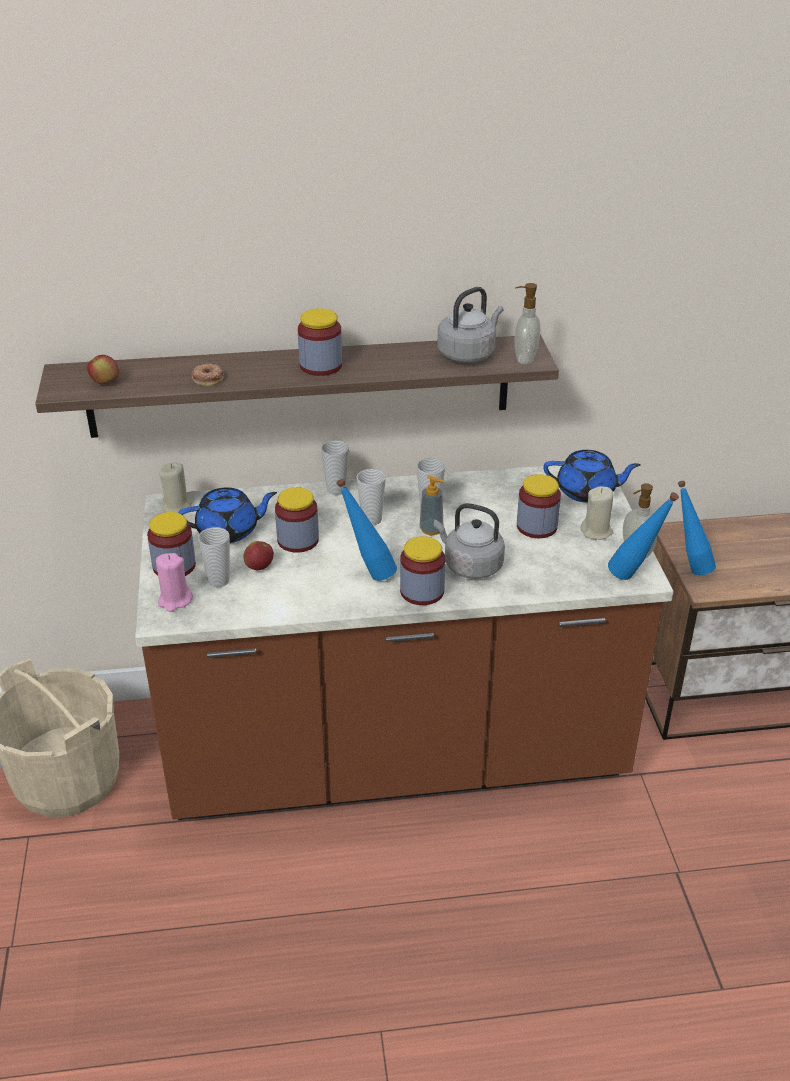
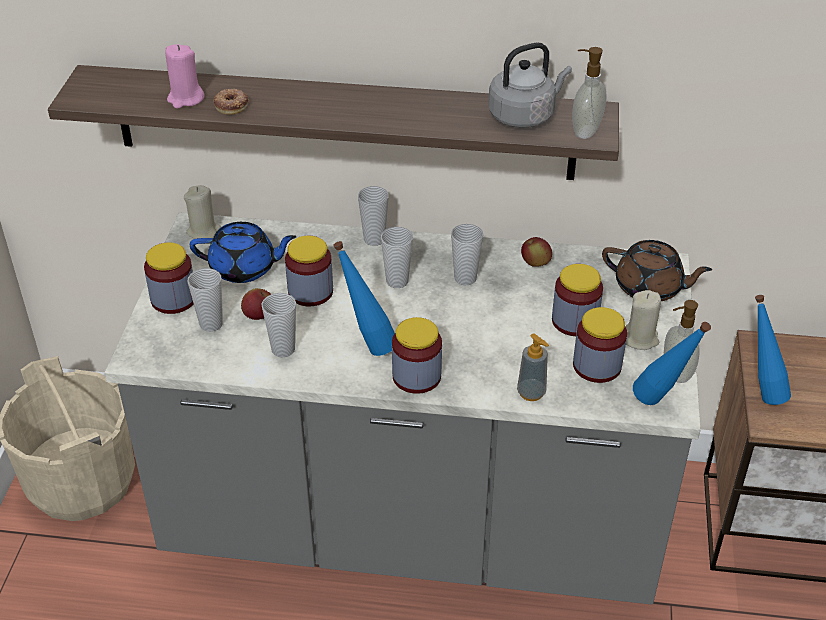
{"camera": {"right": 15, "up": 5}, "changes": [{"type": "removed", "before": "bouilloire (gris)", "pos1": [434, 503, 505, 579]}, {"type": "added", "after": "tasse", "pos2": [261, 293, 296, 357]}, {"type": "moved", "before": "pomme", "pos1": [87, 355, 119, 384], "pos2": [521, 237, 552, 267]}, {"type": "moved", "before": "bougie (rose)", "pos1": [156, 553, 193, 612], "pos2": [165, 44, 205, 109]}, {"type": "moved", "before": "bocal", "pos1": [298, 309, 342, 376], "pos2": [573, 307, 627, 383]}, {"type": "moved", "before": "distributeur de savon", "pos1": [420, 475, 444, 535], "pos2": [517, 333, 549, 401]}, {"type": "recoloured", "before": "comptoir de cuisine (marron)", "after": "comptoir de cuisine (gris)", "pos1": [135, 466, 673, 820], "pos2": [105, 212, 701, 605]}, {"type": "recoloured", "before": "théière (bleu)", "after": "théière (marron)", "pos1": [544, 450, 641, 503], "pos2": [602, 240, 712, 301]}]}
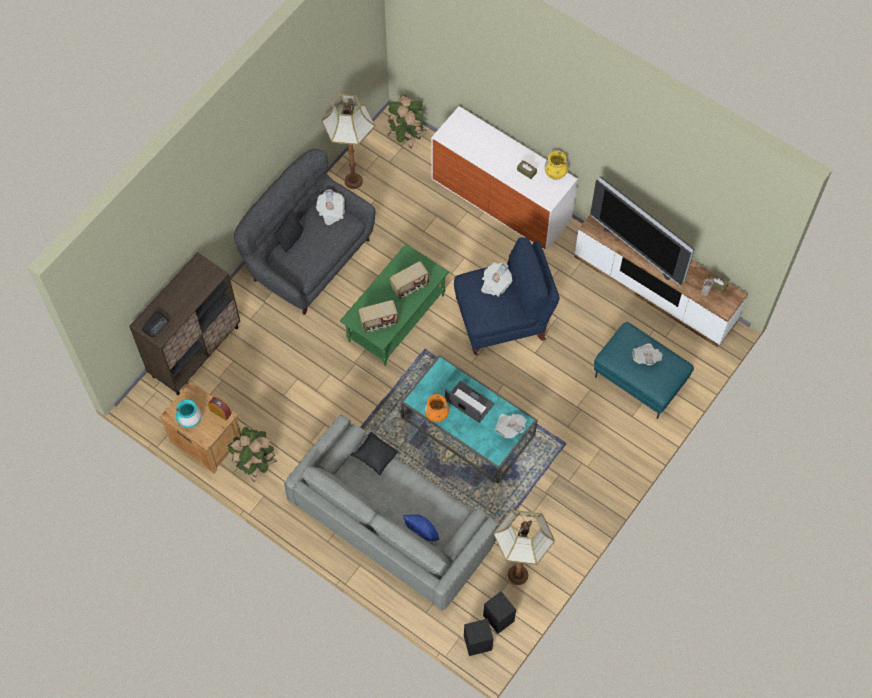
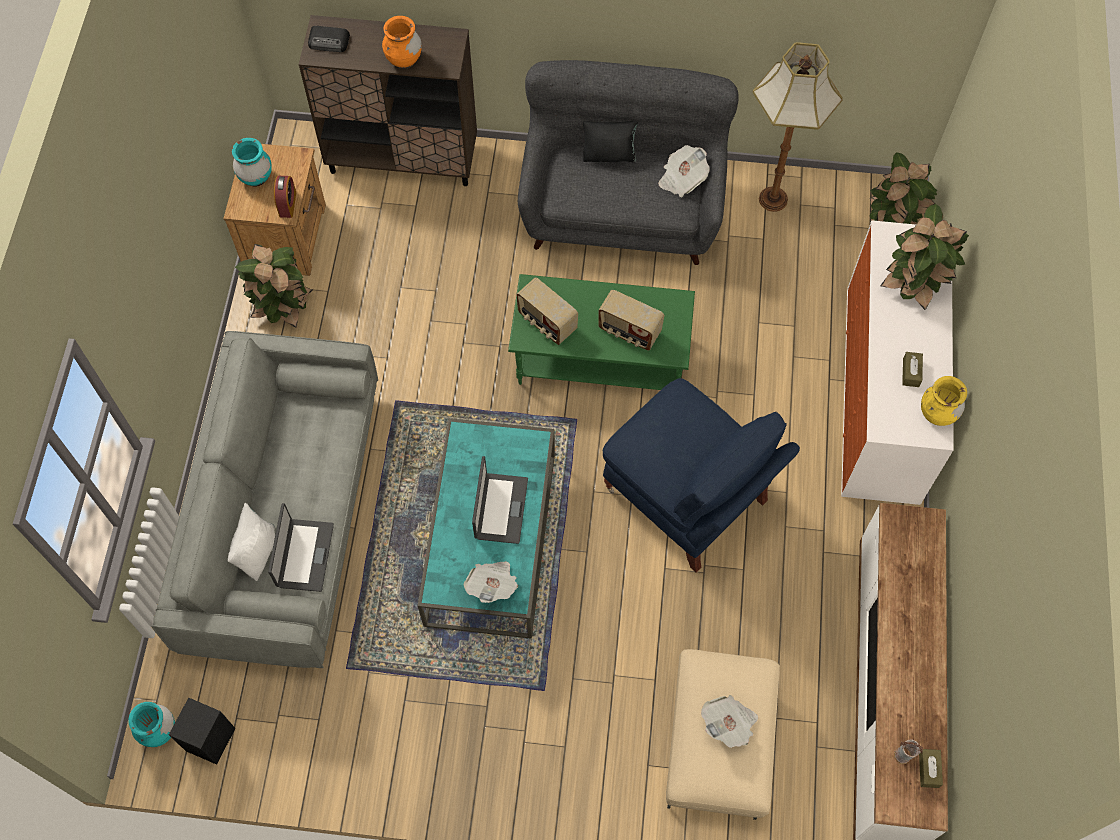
{"camera": {"right": 60, "up": 0}, "changes": [{"type": "removed", "before": "coussin (noir)", "pos1": [351, 431, 398, 476]}, {"type": "removed", "before": "journal", "pos1": [481, 262, 512, 297]}, {"type": "removed", "before": "lampadaire", "pos1": [494, 510, 555, 585]}, {"type": "removed", "before": "téléviseur", "pos1": [590, 176, 694, 286]}, {"type": "added", "after": "ordinateur portable", "pos2": [268, 503, 334, 592]}, {"type": "added", "after": "plante en pot", "pos2": [880, 204, 969, 310]}, {"type": "moved", "before": "vase (orange)", "pos1": [424, 394, 449, 422], "pos2": [382, 16, 422, 69]}, {"type": "replaced", "before": "enceinte (noir)", "after": "vase (turquoise)", "pos1": [464, 618, 493, 656], "pos2": [128, 702, 175, 747]}, {"type": "recoloured", "before": "coussin (bleu)", "after": "coussin (blanc)", "pos1": [403, 514, 439, 541], "pos2": [228, 503, 275, 581]}, {"type": "recoloured", "before": "pouf (turquoise)", "after": "pouf (beige)", "pos1": [594, 322, 694, 419], "pos2": [666, 649, 780, 820]}]}
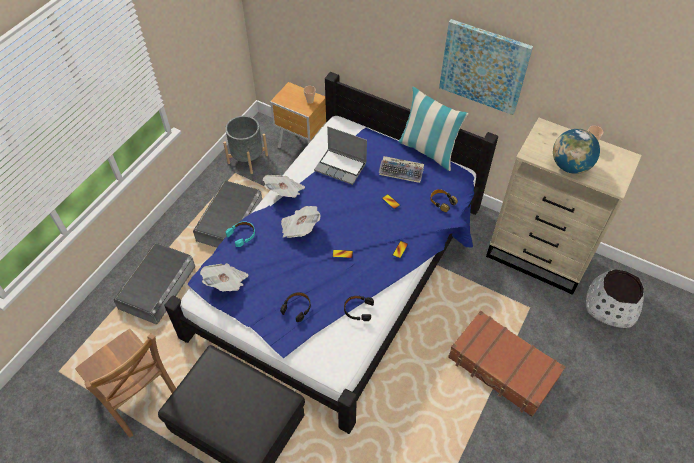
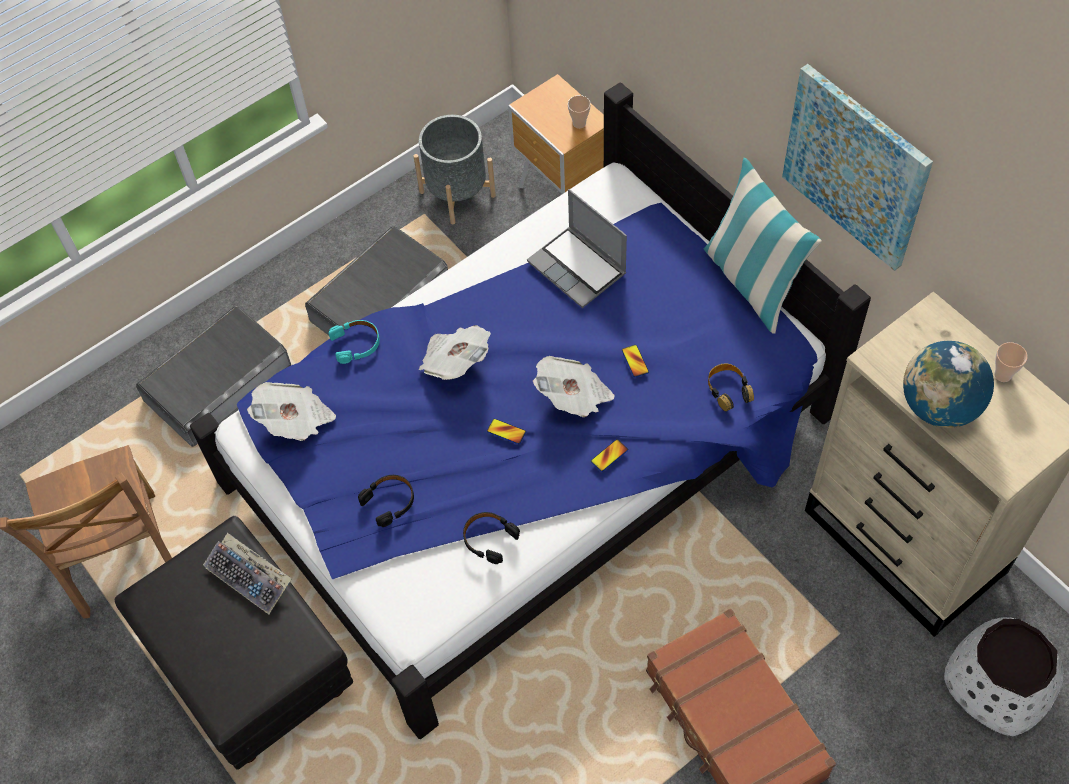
{"camera": {"right": 25, "up": 5}, "changes": [{"type": "moved", "before": "journal", "pos1": [263, 175, 305, 198], "pos2": [533, 356, 614, 417]}, {"type": "moved", "before": "clavier", "pos1": [378, 156, 424, 183], "pos2": [203, 533, 291, 614]}]}
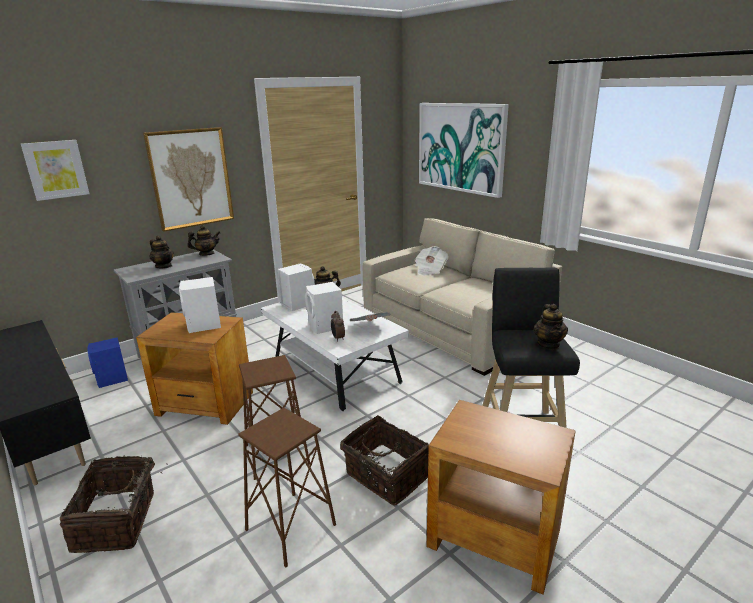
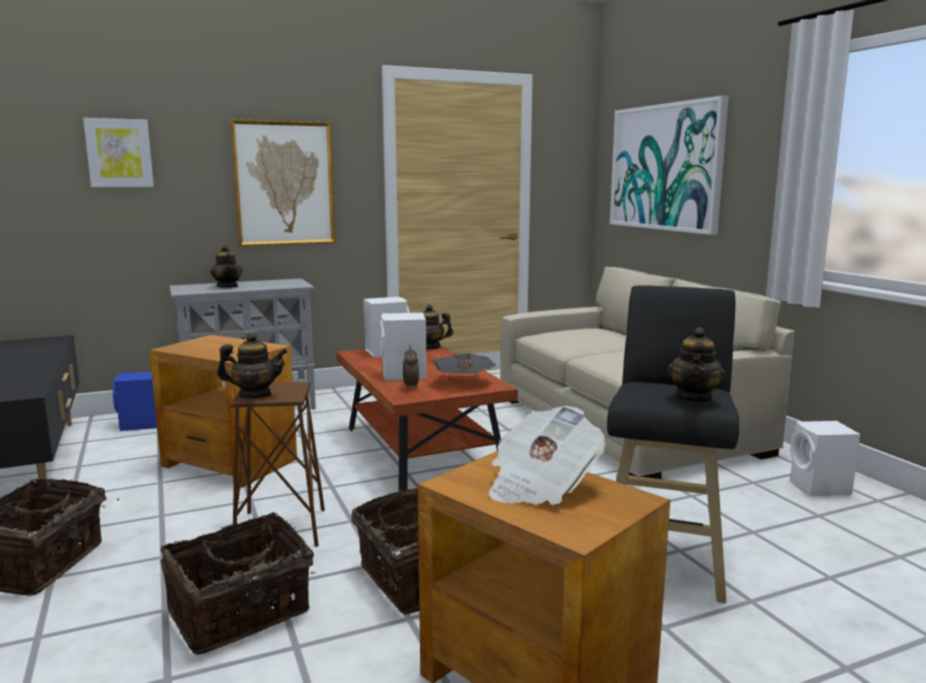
{"camera": {"right": 15, "up": -10}, "changes": [{"type": "moved", "before": "enceinte (blanc)", "pos1": [179, 277, 221, 333], "pos2": [790, 421, 860, 496]}, {"type": "moved", "before": "théière", "pos1": [188, 225, 220, 256], "pos2": [217, 333, 288, 398]}, {"type": "moved", "before": "journal", "pos1": [415, 246, 449, 276], "pos2": [489, 406, 606, 505]}, {"type": "replaced", "before": "tabouret (marron)", "after": "panier", "pos1": [238, 408, 336, 567], "pos2": [160, 512, 316, 655]}, {"type": "recoloured", "before": "table basse (blanc)", "after": "table basse (marron)", "pos1": [261, 297, 409, 411], "pos2": [336, 345, 518, 492]}]}
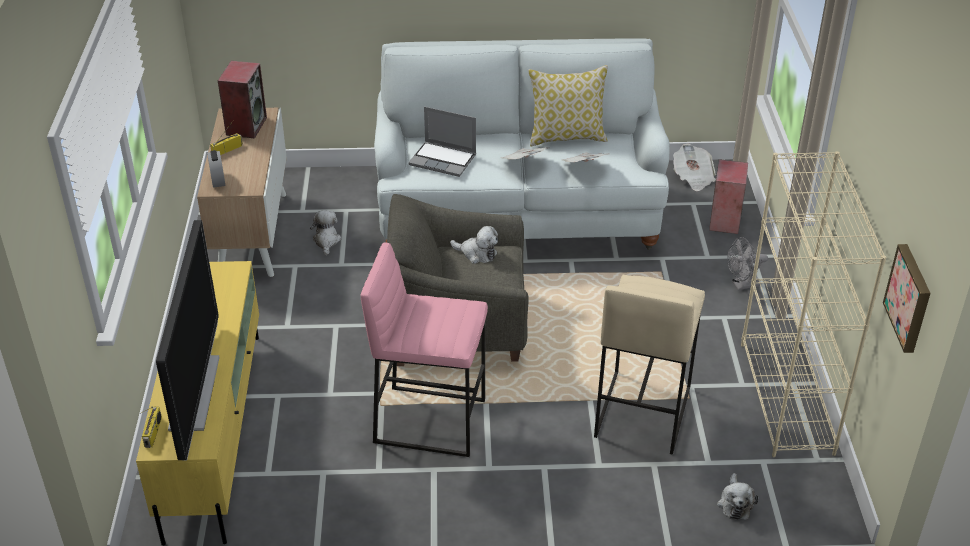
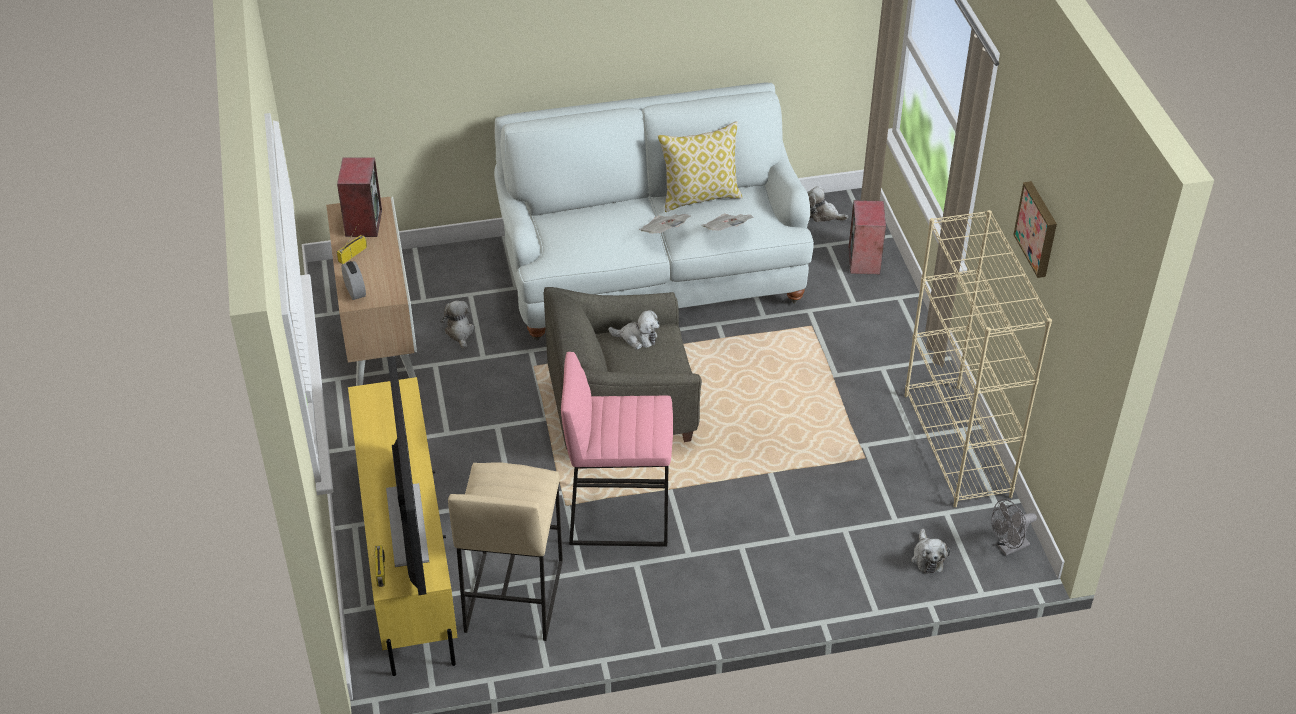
{"camera": {"right": -10, "up": 5}, "changes": [{"type": "removed", "before": "ordinateur portable", "pos1": [408, 106, 476, 177]}, {"type": "moved", "before": "tabouret (beige)", "pos1": [594, 275, 705, 455], "pos2": [448, 462, 563, 641]}, {"type": "moved", "before": "ventilateur (gris)", "pos1": [727, 237, 768, 290], "pos2": [991, 499, 1037, 556]}, {"type": "moved", "before": "tableau", "pos1": [883, 244, 931, 353], "pos2": [1013, 181, 1057, 278]}, {"type": "replaced", "before": "journal", "after": "peluche", "pos1": [673, 144, 716, 191], "pos2": [807, 186, 848, 222]}]}
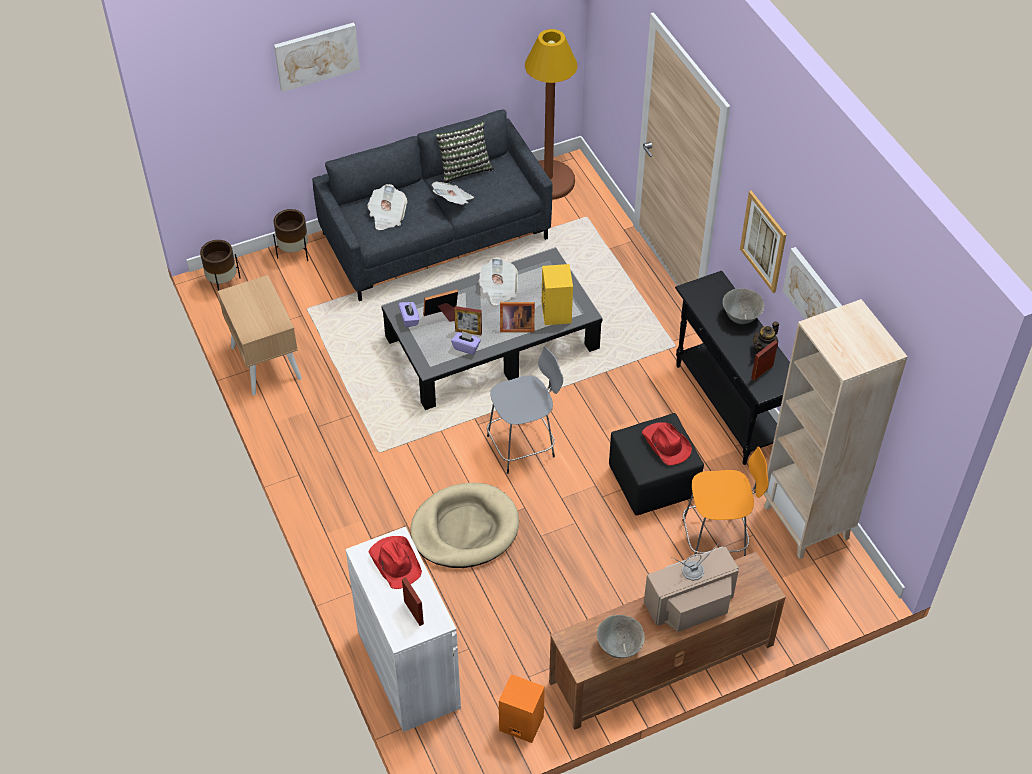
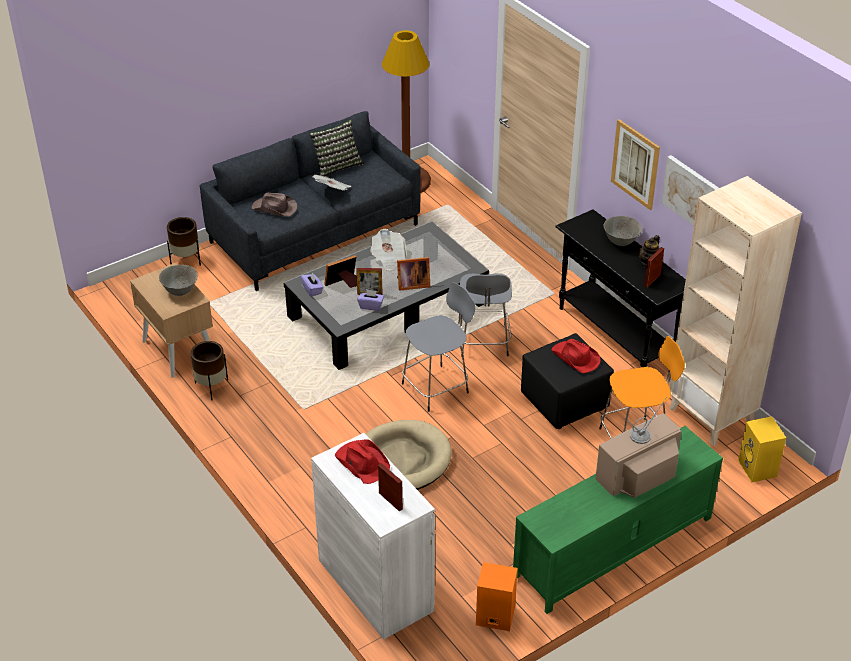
{"camera": {"right": -10, "up": -10}, "changes": [{"type": "removed", "before": "tableau", "pos1": [274, 22, 360, 92]}, {"type": "added", "after": "tabouret (gris)", "pos2": [459, 273, 512, 356]}, {"type": "moved", "before": "cache-pot (marron)", "pos1": [200, 240, 241, 291], "pos2": [190, 341, 228, 401]}, {"type": "moved", "before": "enceinte (jaune)", "pos1": [542, 264, 573, 325], "pos2": [738, 416, 786, 482]}, {"type": "moved", "before": "bol (gris)", "pos1": [597, 615, 645, 658], "pos2": [159, 265, 198, 296]}, {"type": "replaced", "before": "journal", "after": "chapeau (marron)", "pos1": [367, 184, 407, 230], "pos2": [252, 193, 297, 217]}, {"type": "recoloured", "before": "meuble télé (marron)", "after": "meuble télé (vert)", "pos1": [549, 552, 786, 730], "pos2": [513, 426, 723, 614]}]}
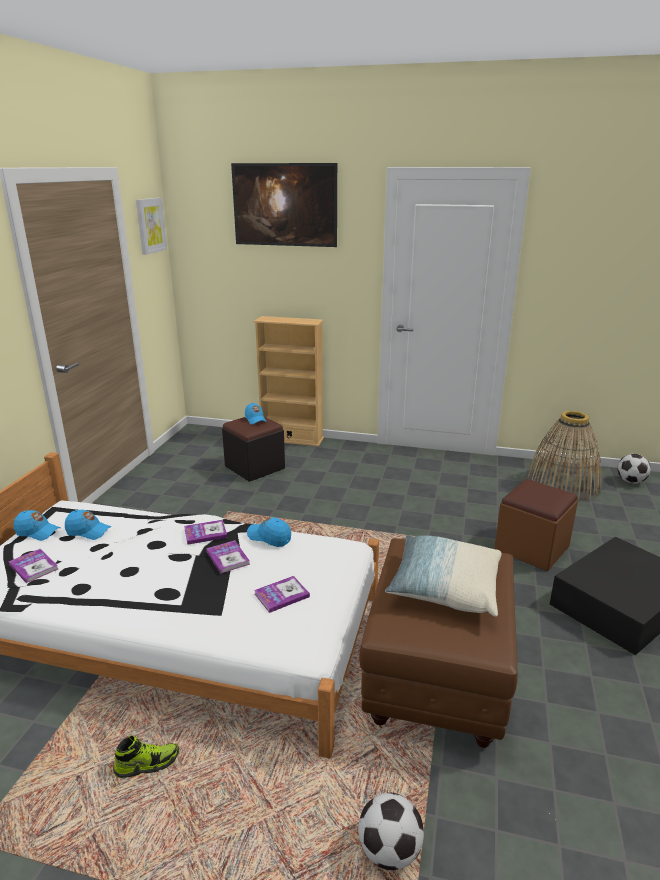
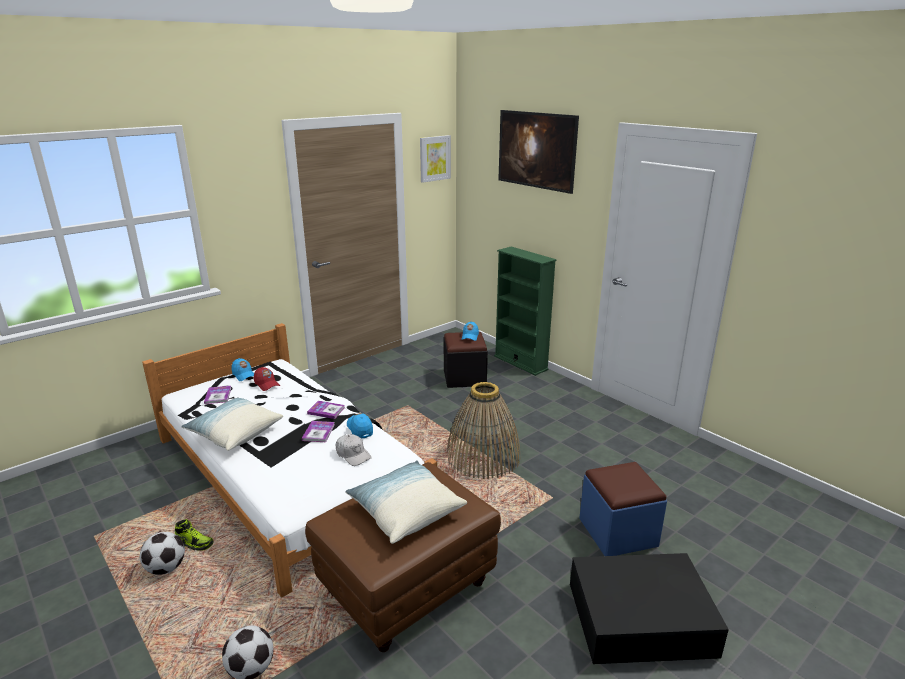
{"camera": {"right": 35, "up": 0}, "changes": [{"type": "removed", "before": "livre", "pos1": [254, 576, 310, 613]}, {"type": "added", "after": "coussin", "pos2": [181, 397, 283, 451]}, {"type": "added", "after": "casquette (blanc)", "pos2": [336, 434, 372, 466]}, {"type": "moved", "before": "panier", "pos1": [528, 411, 602, 502], "pos2": [447, 382, 520, 479]}, {"type": "moved", "before": "ballon de foot", "pos1": [618, 454, 651, 484], "pos2": [140, 532, 185, 575]}, {"type": "recoloured", "before": "casquette (bleu)", "after": "casquette (rouge)", "pos1": [65, 510, 111, 540], "pos2": [254, 367, 280, 391]}, {"type": "recoloured", "before": "bibliothèque (beige)", "after": "bibliothèque (vert)", "pos1": [254, 316, 324, 447], "pos2": [494, 247, 556, 376]}, {"type": "recoloured", "before": "pouf (marron)", "after": "pouf (bleu)", "pos1": [494, 479, 578, 571], "pos2": [579, 462, 667, 556]}]}
